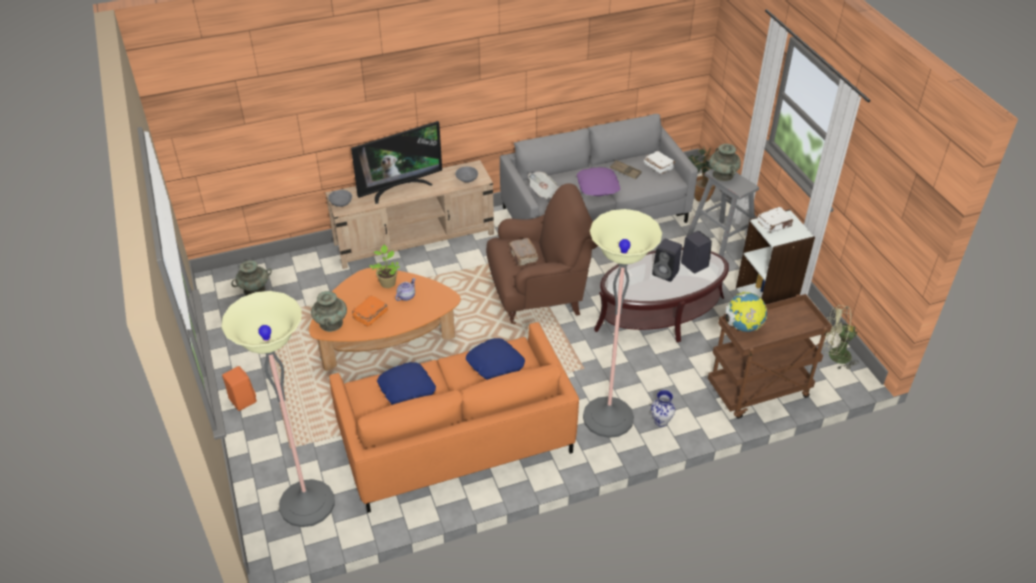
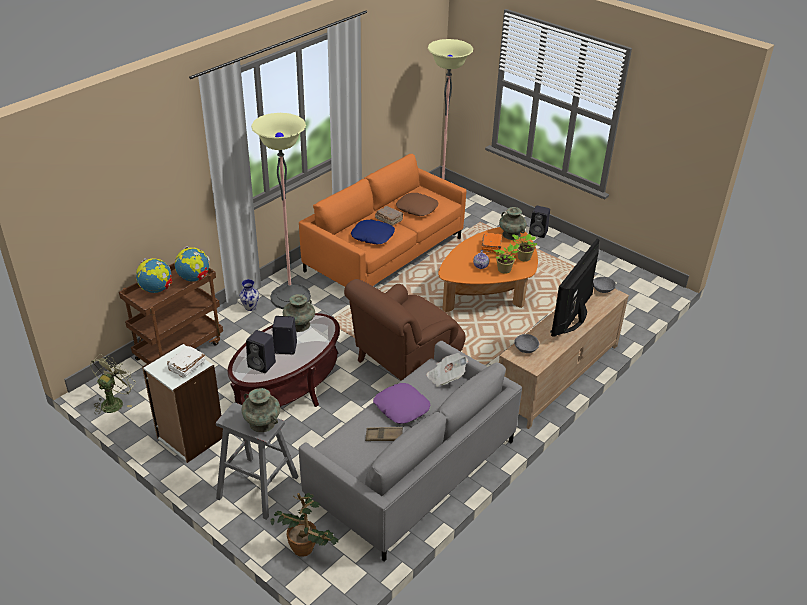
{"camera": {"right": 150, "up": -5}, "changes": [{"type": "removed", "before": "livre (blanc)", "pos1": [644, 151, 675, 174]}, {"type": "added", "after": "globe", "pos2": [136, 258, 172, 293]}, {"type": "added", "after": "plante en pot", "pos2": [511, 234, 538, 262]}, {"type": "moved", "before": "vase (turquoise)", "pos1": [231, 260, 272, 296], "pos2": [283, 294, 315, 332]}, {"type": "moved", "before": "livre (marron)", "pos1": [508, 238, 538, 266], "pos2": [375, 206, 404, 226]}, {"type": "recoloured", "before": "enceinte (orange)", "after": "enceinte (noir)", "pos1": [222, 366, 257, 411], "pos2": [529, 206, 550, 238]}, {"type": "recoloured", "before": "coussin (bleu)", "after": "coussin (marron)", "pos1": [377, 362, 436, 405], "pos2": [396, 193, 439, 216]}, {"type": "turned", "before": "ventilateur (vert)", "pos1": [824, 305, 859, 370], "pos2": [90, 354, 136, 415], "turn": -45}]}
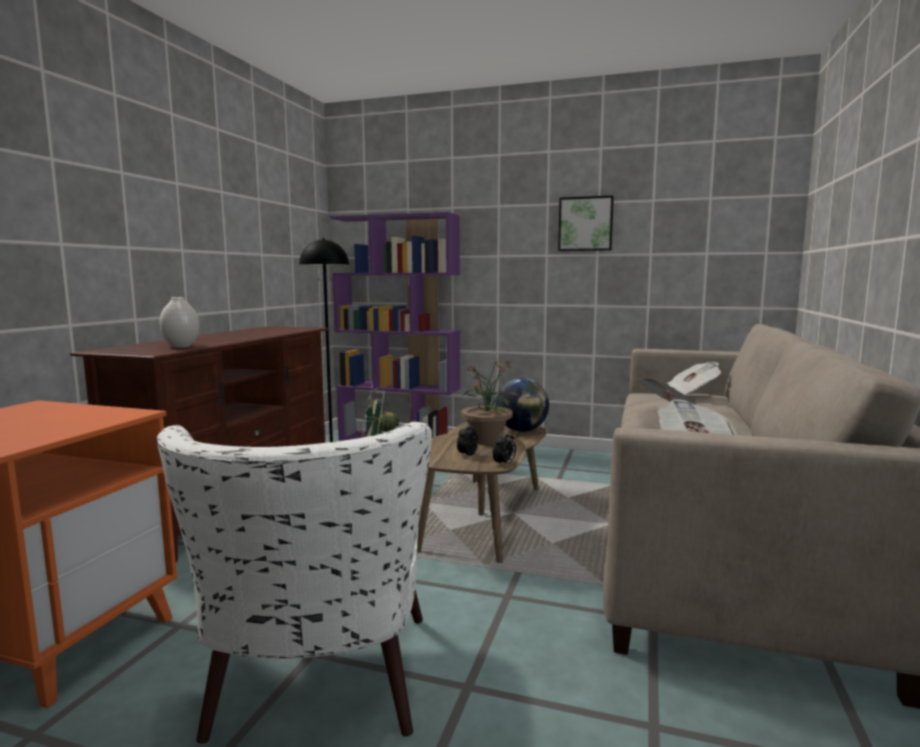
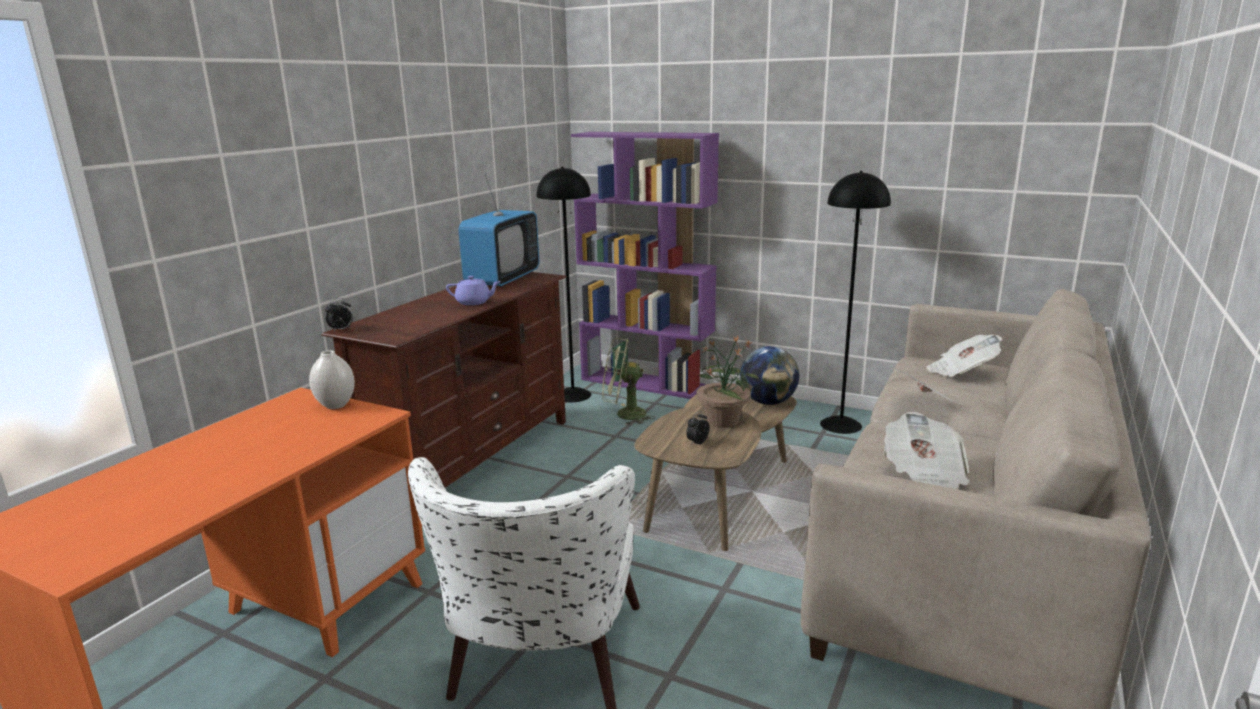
{"camera": {"right": 10, "up": 10}, "changes": [{"type": "removed", "before": "tableau", "pos1": [558, 195, 614, 251]}, {"type": "added", "after": "théière (violet)", "pos2": [446, 276, 501, 305]}, {"type": "added", "after": "téléviseur", "pos2": [458, 168, 540, 287]}, {"type": "added", "after": "lampadaire (noir)", "pos2": [820, 171, 891, 434]}, {"type": "moved", "before": "vase (blanc)", "pos1": [159, 297, 200, 348], "pos2": [309, 350, 355, 409]}, {"type": "moved", "before": "réveil", "pos1": [493, 430, 516, 467], "pos2": [325, 298, 353, 332]}]}
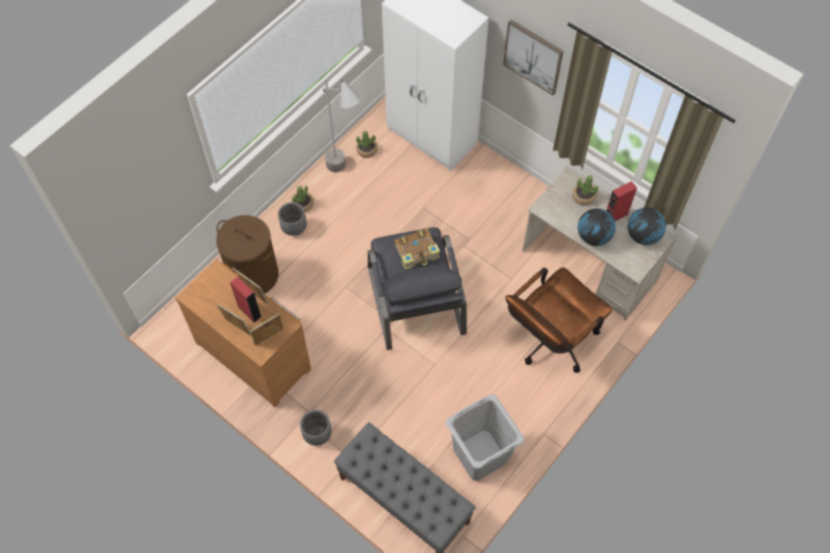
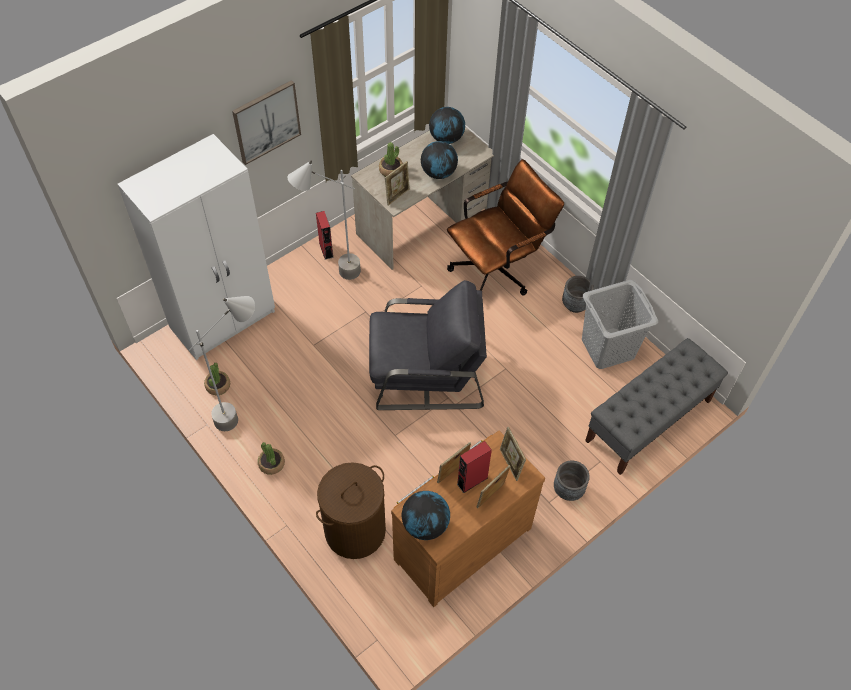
{"camera": {"right": -80, "up": -5}, "changes": [{"type": "removed", "before": "livre", "pos1": [395, 229, 440, 270]}, {"type": "added", "after": "lampadaire (gris)", "pos2": [287, 160, 361, 280]}, {"type": "added", "after": "cadre photo", "pos2": [385, 161, 410, 206]}, {"type": "added", "after": "globe", "pos2": [402, 491, 450, 540]}, {"type": "moved", "before": "cache-pot (gris)", "pos1": [278, 202, 307, 236], "pos2": [562, 276, 594, 313]}, {"type": "moved", "before": "enceinte (rouge)", "pos1": [606, 181, 637, 221], "pos2": [316, 211, 334, 260]}, {"type": "turned", "before": "chaise de bureau (marron)", "pos1": [505, 267, 612, 373], "pos2": [447, 159, 564, 295], "turn": -90}]}
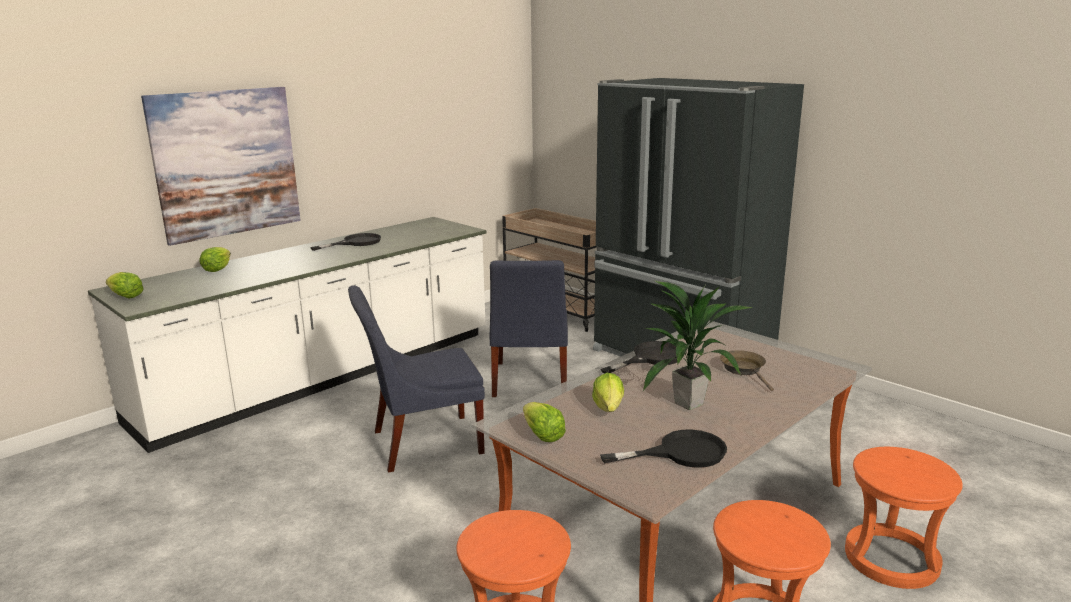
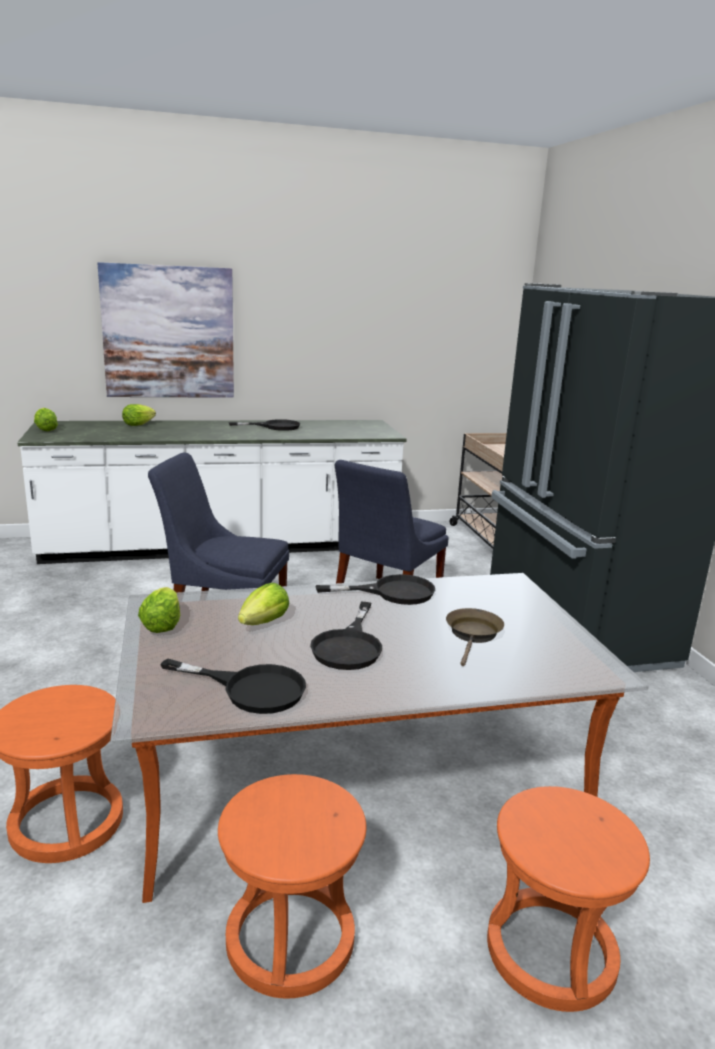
{"camera": {"right": 30, "up": 0}, "changes": [{"type": "replaced", "before": "plante en pot", "after": "poêle (noir)", "pos1": [643, 280, 753, 410], "pos2": [310, 602, 382, 670]}]}
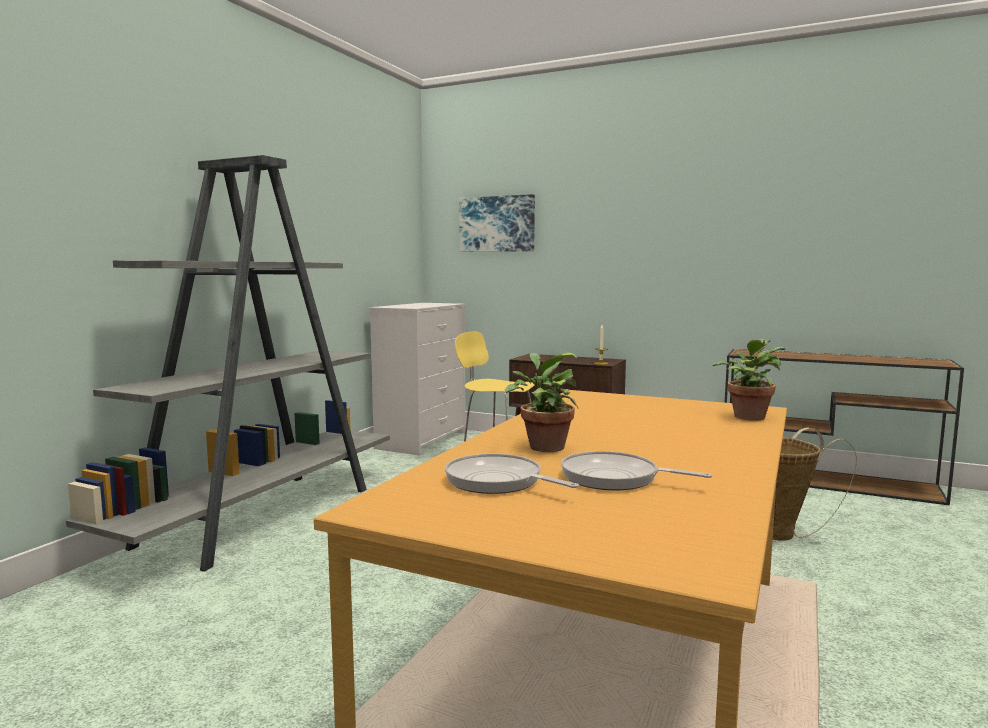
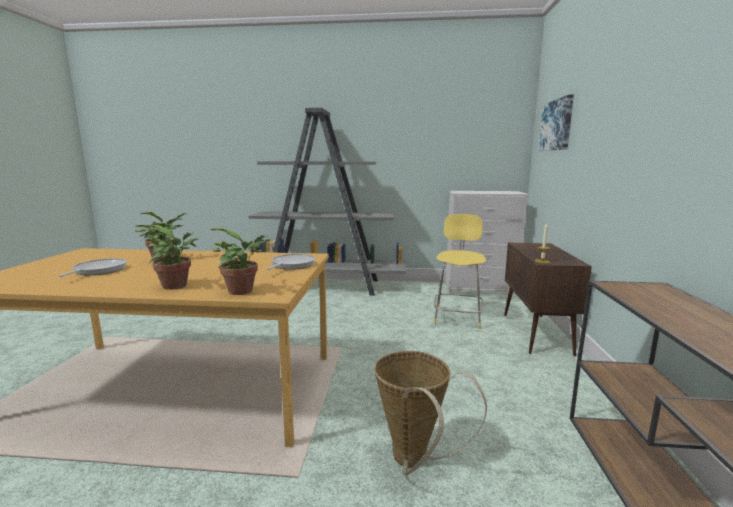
{"camera": {"right": 70, "up": 5}, "changes": [{"type": "added", "after": "plante en pot", "pos2": [143, 225, 199, 290]}, {"type": "moved", "before": "poêle", "pos1": [445, 454, 579, 494], "pos2": [266, 254, 315, 270]}]}
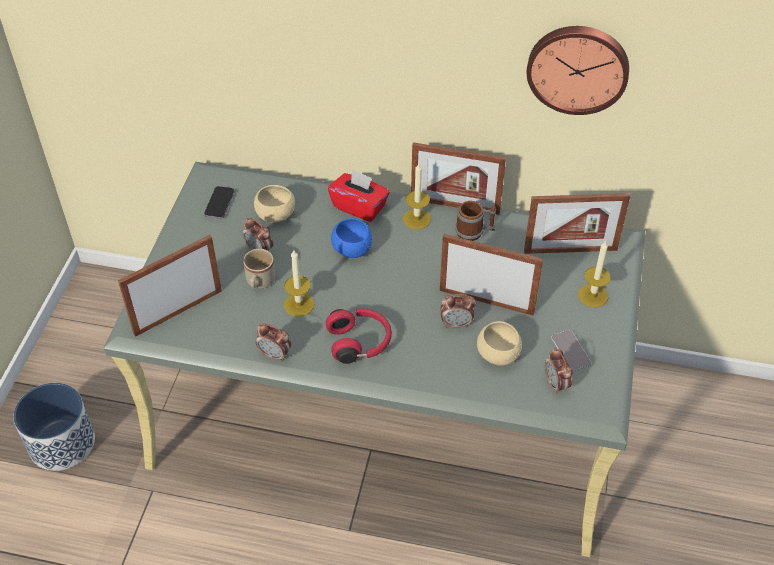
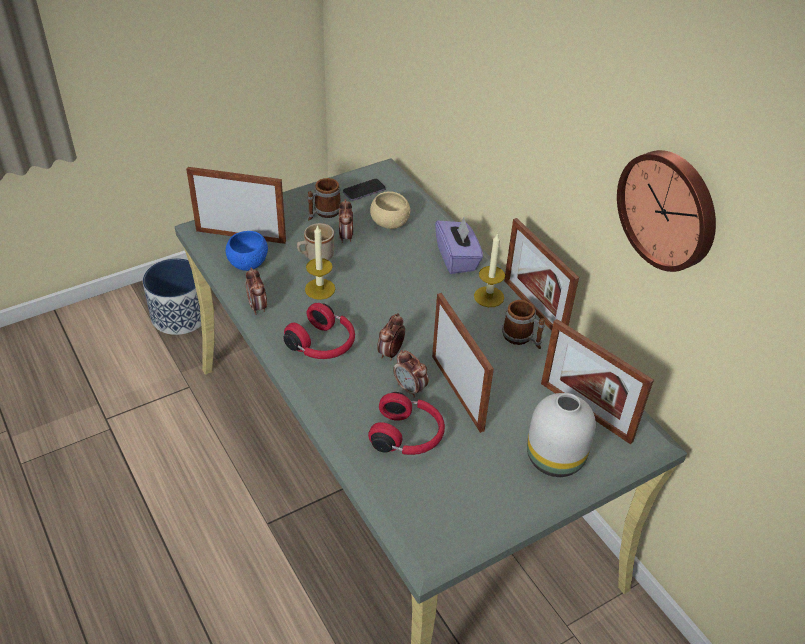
{"camera": {"right": 45, "up": -5}, "changes": [{"type": "removed", "before": "téléphone", "pos1": [551, 330, 591, 372]}, {"type": "added", "after": "mug", "pos2": [307, 178, 341, 221]}, {"type": "moved", "before": "bol (bleu)", "pos1": [331, 218, 372, 258], "pos2": [225, 231, 268, 271]}, {"type": "moved", "before": "réveil", "pos1": [545, 348, 573, 394], "pos2": [377, 313, 405, 360]}, {"type": "replaced", "before": "bol (beige)", "after": "casque audio (rouge)", "pos1": [477, 321, 522, 366], "pos2": [368, 392, 445, 455]}, {"type": "replaced", "before": "bougie", "after": "vase (blanc)", "pos1": [578, 241, 611, 307], "pos2": [527, 393, 596, 477]}, {"type": "recoloured", "before": "boîte à mouchoirs (rouge)", "after": "boîte à mouchoirs (violet)", "pos1": [328, 169, 390, 222], "pos2": [435, 218, 483, 274]}]}
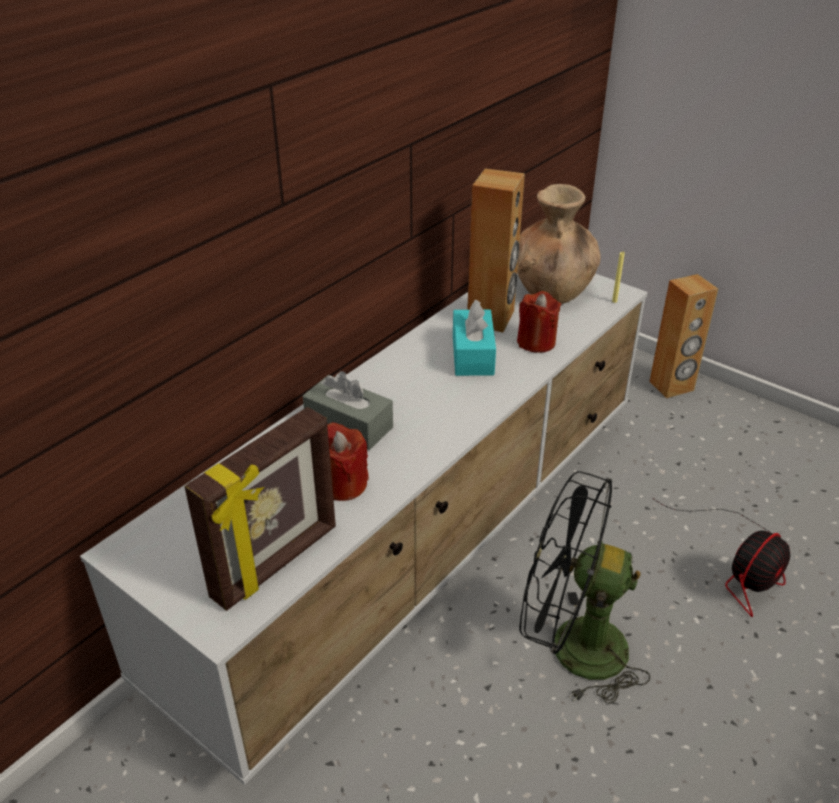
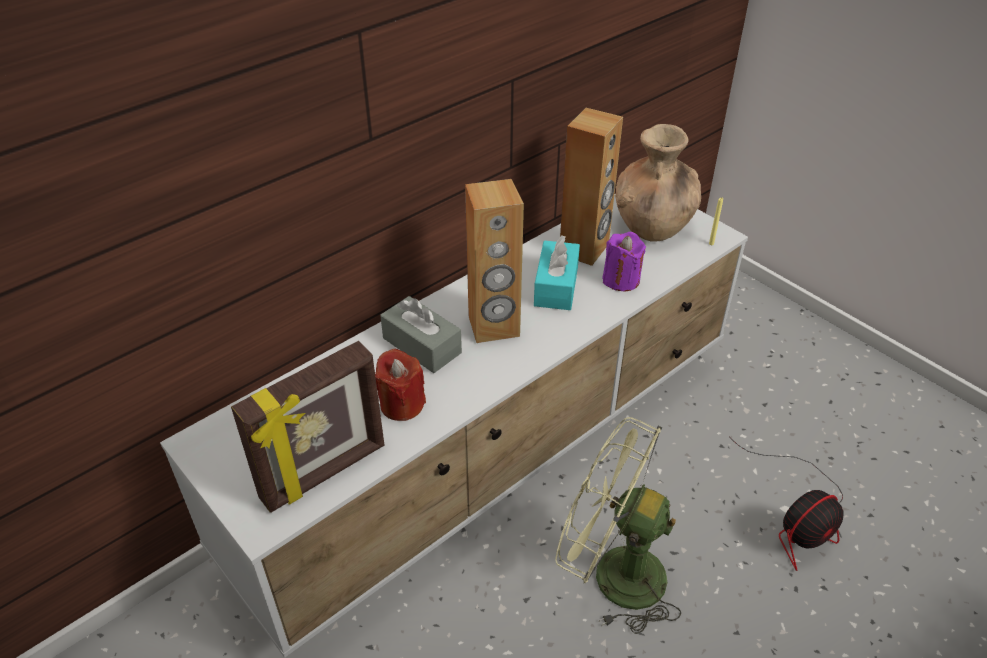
{"camera": {"right": 10, "up": 5}, "changes": [{"type": "moved", "before": "enceinte (marron)", "pos1": [649, 274, 718, 398], "pos2": [465, 179, 524, 343]}, {"type": "recoloured", "before": "bougie (rouge)", "after": "bougie (violet)", "pos1": [517, 291, 561, 353], "pos2": [603, 232, 646, 291]}, {"type": "recoloured", "before": "ventilateur (noir)", "after": "ventilateur (vert)", "pos1": [519, 471, 650, 704], "pos2": [555, 417, 681, 634]}]}
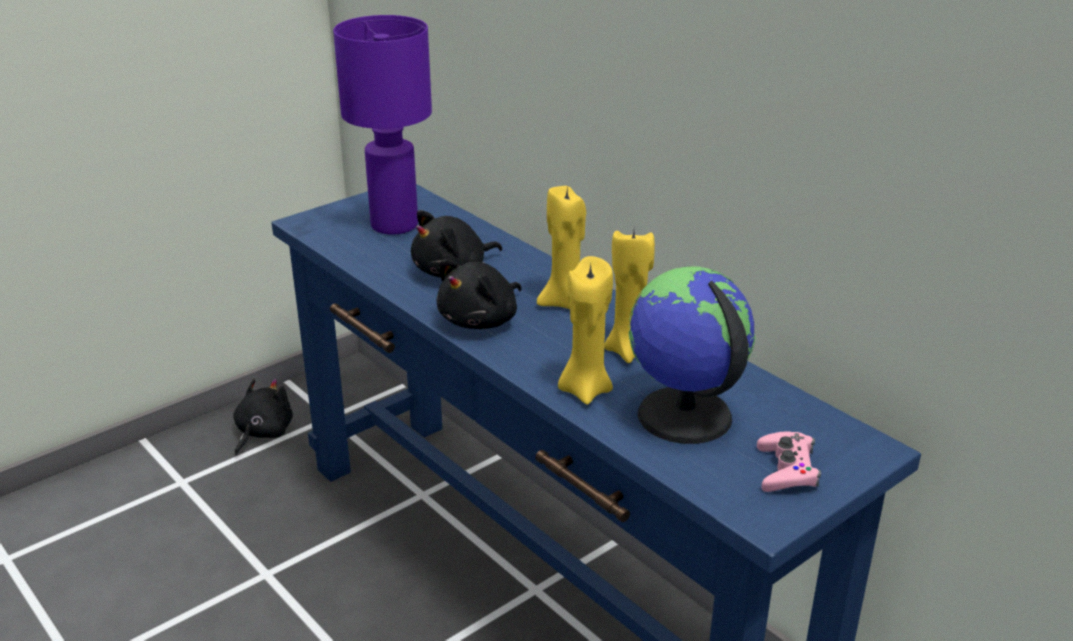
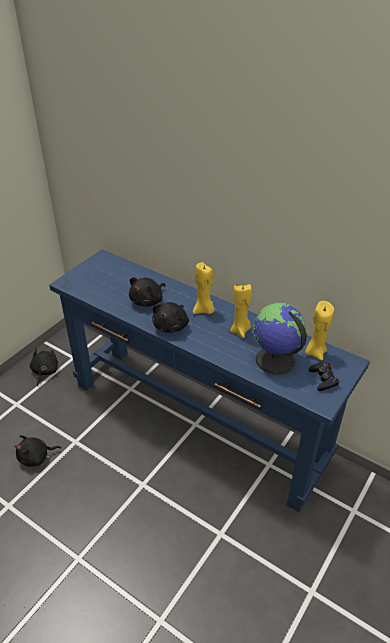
{"camera": {"right": -15, "up": 10}, "changes": [{"type": "removed", "before": "lampe de table (violet)", "pos1": [333, 15, 432, 234]}, {"type": "added", "after": "peluche (noir)", "pos2": [14, 435, 61, 466]}, {"type": "moved", "before": "bougie (jaune)", "pos1": [558, 256, 613, 405], "pos2": [305, 301, 334, 361]}, {"type": "recoloured", "before": "manette (rose)", "after": "manette (noir)", "pos1": [757, 432, 821, 492], "pos2": [309, 362, 340, 391]}]}
